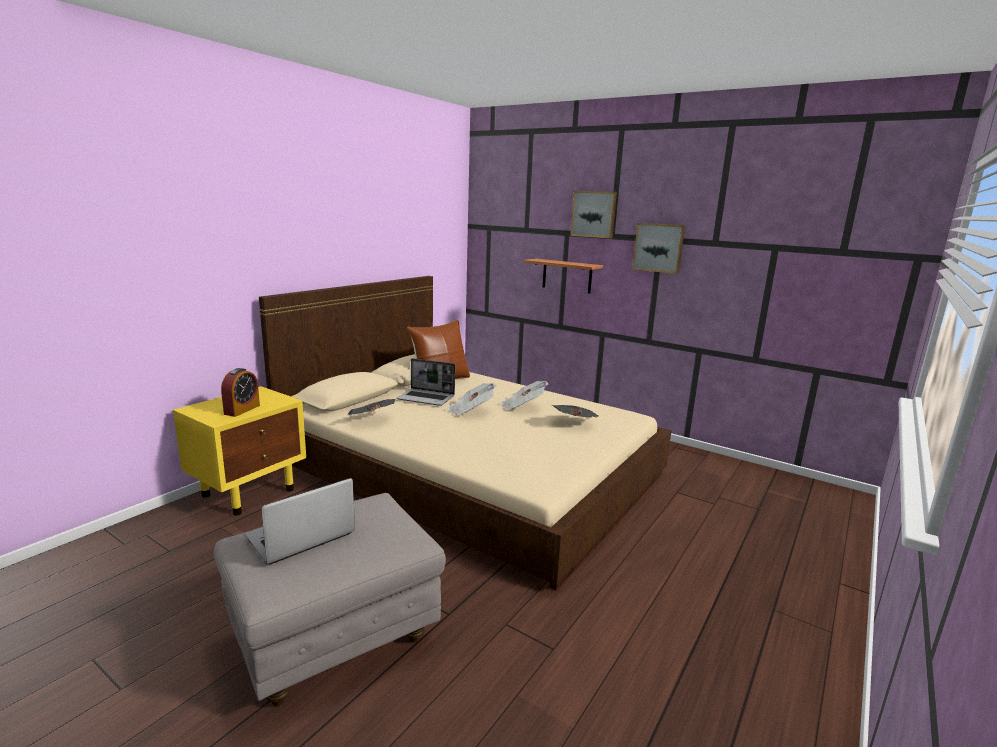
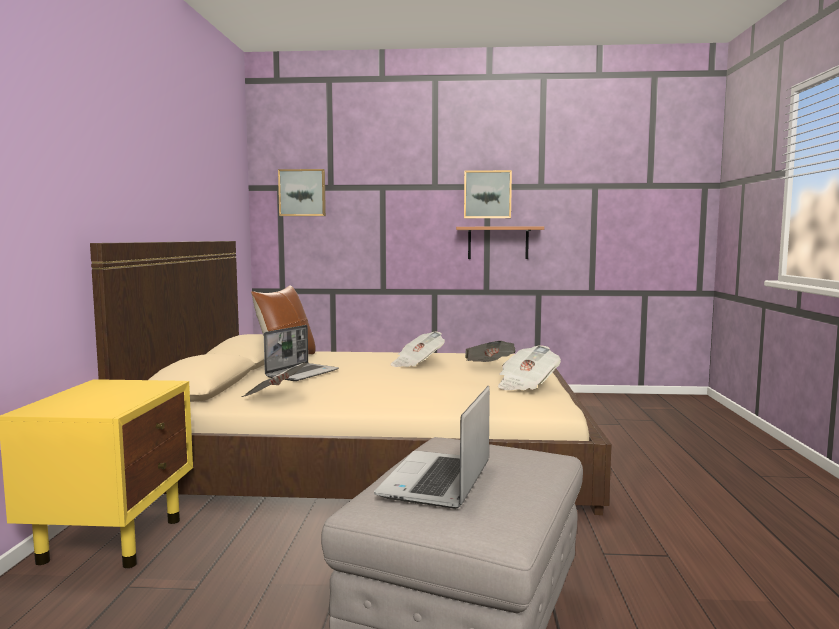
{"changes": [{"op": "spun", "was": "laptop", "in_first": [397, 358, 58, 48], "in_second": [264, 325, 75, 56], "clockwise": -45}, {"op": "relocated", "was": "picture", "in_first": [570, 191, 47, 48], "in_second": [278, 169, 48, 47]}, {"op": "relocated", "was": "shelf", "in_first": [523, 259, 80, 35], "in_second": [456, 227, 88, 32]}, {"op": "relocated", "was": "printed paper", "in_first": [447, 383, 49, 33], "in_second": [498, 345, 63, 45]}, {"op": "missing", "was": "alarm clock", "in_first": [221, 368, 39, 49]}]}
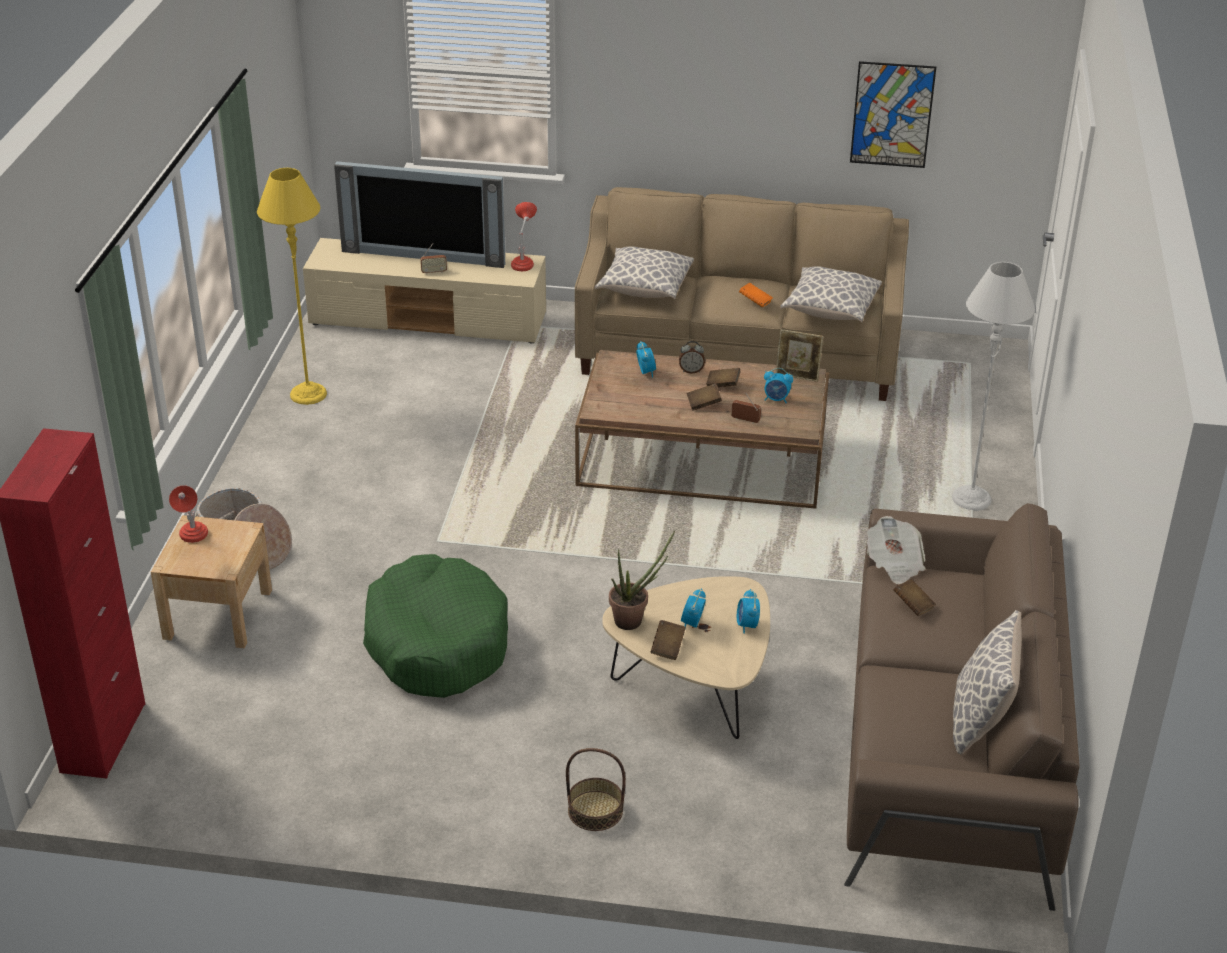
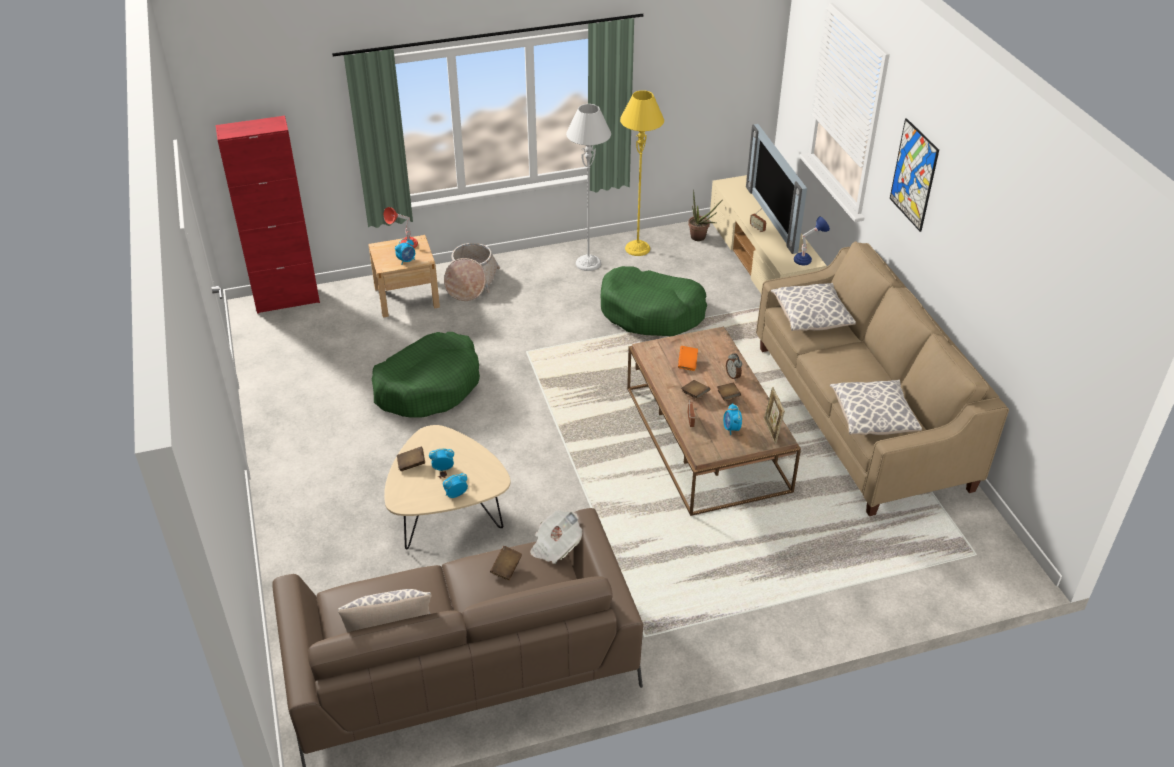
{"changes": [{"op": "relocated", "was": "alarm clock", "in_first": [636, 341, 20, 37], "in_second": [395, 239, 20, 26]}, {"op": "relocated", "was": "floor lamp (greyish)", "in_first": [952, 262, 83, 249], "in_second": [566, 104, 45, 167]}, {"op": "appeared", "now": "dog cushion (green)", "in_second": [600, 266, 107, 70]}, {"op": "relocated", "was": "volume (orange-coloured)", "in_first": [739, 283, 34, 24], "in_second": [678, 346, 20, 25]}, {"op": "relocated", "was": "potted plant", "in_first": [609, 530, 66, 100], "in_second": [688, 189, 34, 52]}, {"op": "colour", "was": "table lamp (reddish)", "now": "table lamp (bluish)", "in_first": [511, 202, 26, 69], "in_second": [794, 216, 36, 49]}, {"op": "relocated", "was": "picture", "in_first": [850, 61, 86, 107], "in_second": [890, 118, 49, 114]}, {"op": "missing", "was": "storage basket", "in_first": [566, 748, 60, 83]}]}
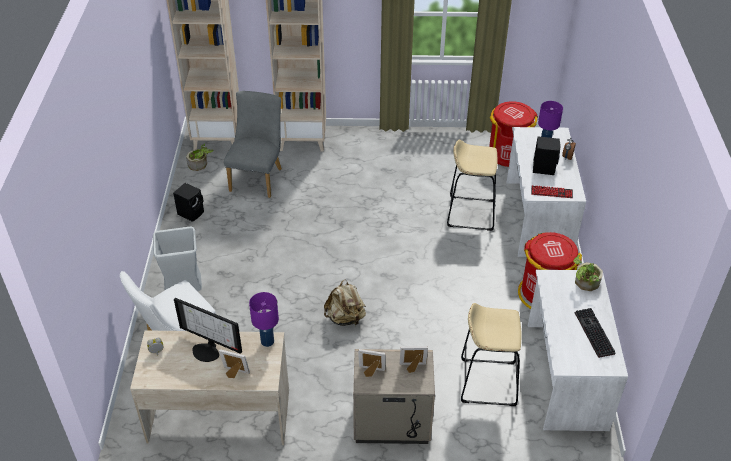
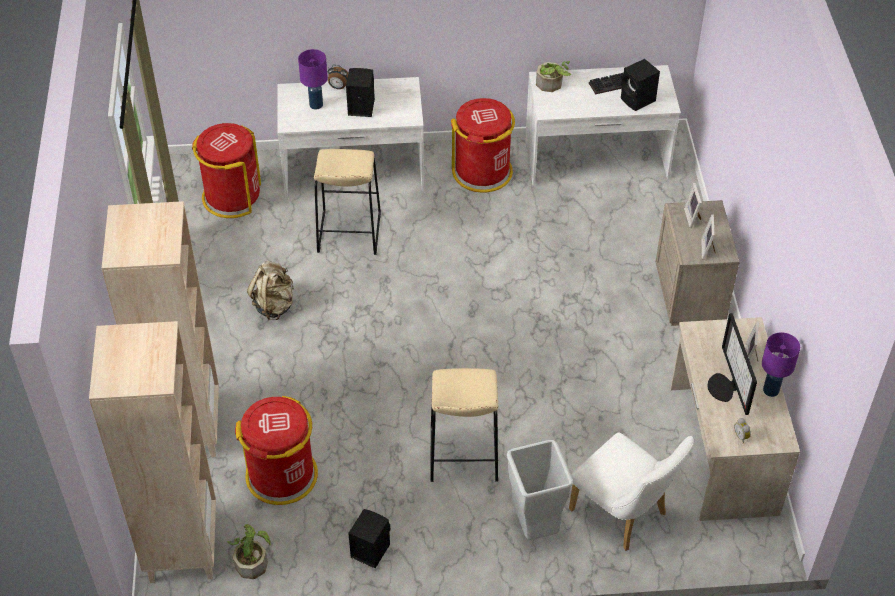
{"changes": [{"op": "exchanged", "was": "plain chair (greyish)", "now": "waste bin (reddish)", "in_first": [224, 91, 58, 107], "in_second": [235, 396, 83, 109]}, {"op": "relocated", "was": "backpack (beige)", "in_first": [324, 279, 42, 47], "in_second": [247, 261, 46, 59]}, {"op": "relocated", "was": "stool (beige)", "in_first": [461, 303, 60, 103], "in_second": [430, 368, 68, 114]}, {"op": "appeared", "now": "speaker (black-coloured)", "in_second": [621, 59, 39, 52]}, {"op": "spun", "was": "computer display", "in_first": [174, 298, 68, 64], "in_second": [707, 313, 50, 102], "clockwise": 150}, {"op": "relocated", "was": "table lamp (purple-coloured)", "in_first": [249, 292, 30, 55], "in_second": [762, 332, 38, 65]}, {"op": "missing", "was": "PC keyboard", "in_first": [531, 185, 42, 13]}]}
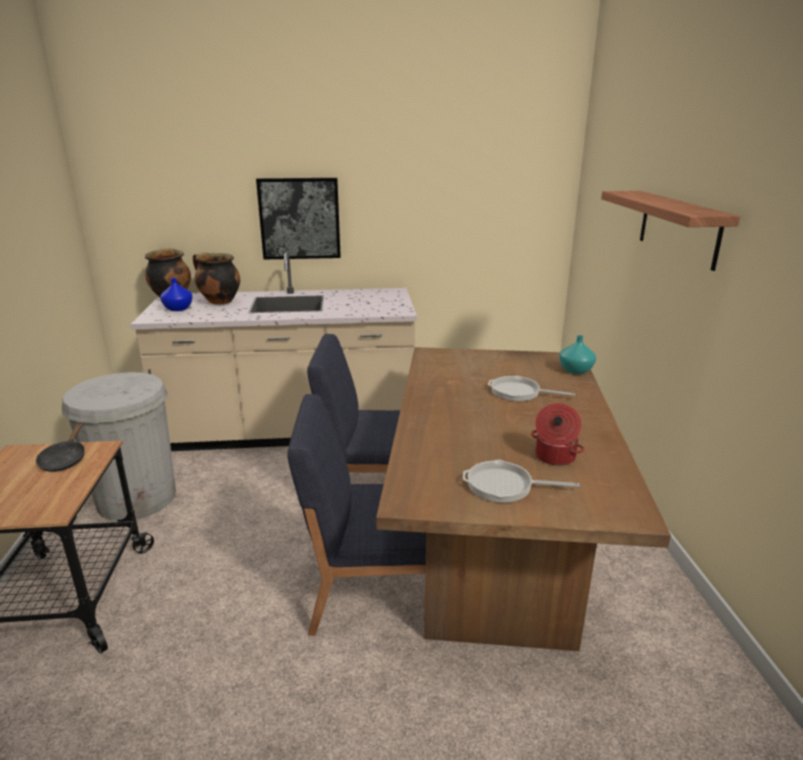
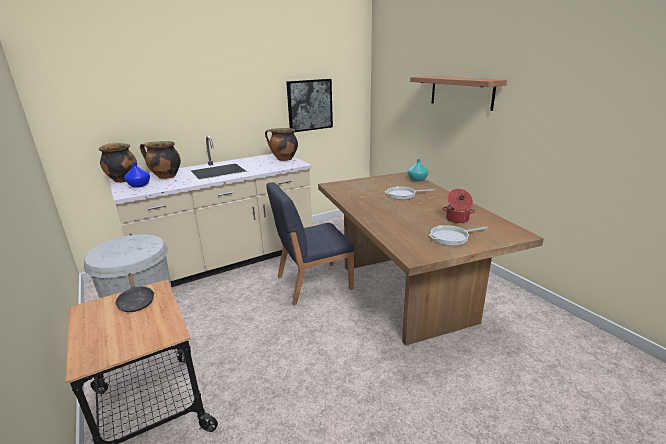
{"changes": [{"op": "appeared", "now": "saucepot", "in_second": [265, 128, 33, 33]}, {"op": "relocated", "was": "picture", "in_first": [256, 178, 85, 81], "in_second": [286, 79, 47, 53]}, {"op": "missing", "was": "plain chair (bluish)", "in_first": [287, 394, 139, 242]}]}
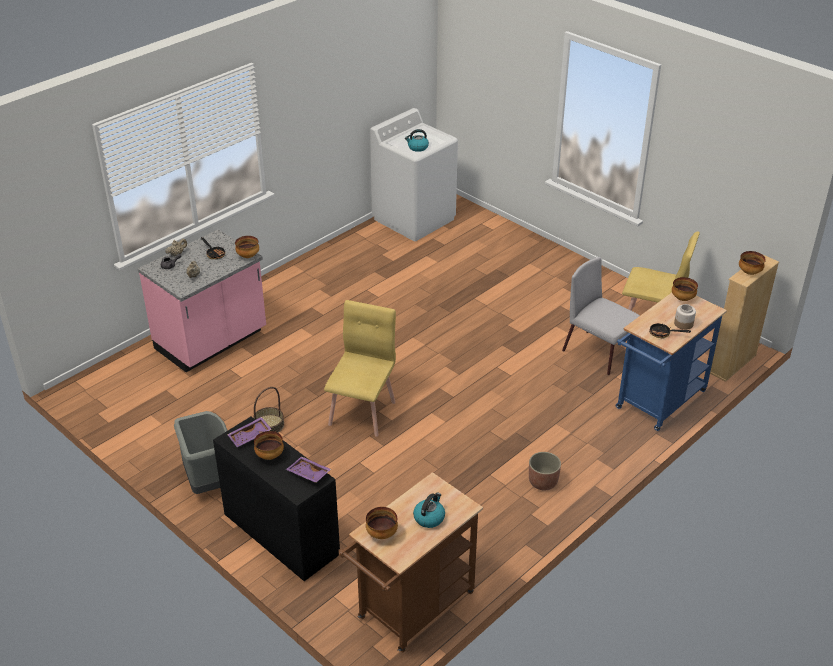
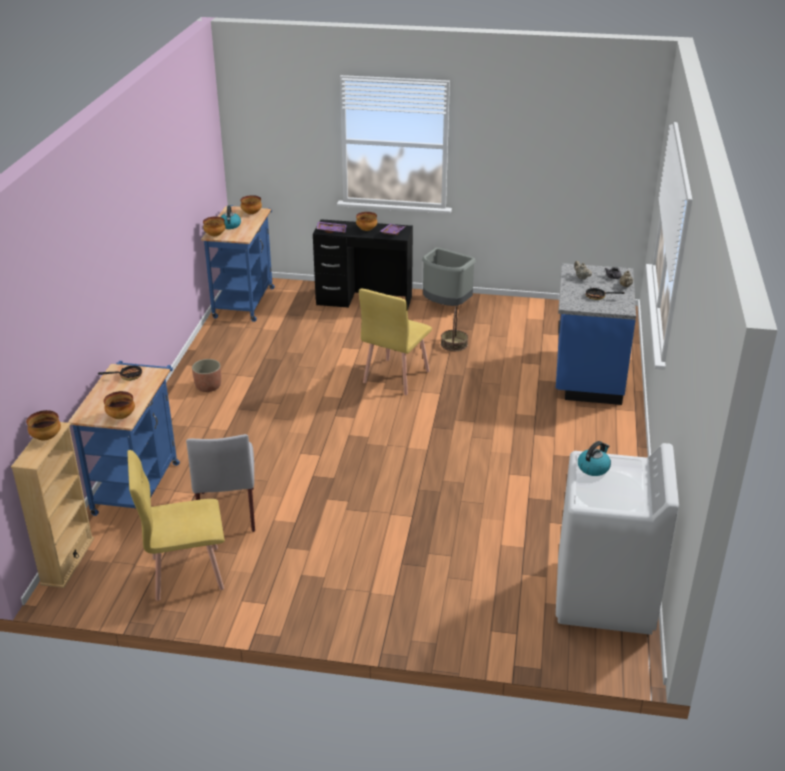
{"changes": [{"op": "spun", "was": "plain chair (greyish)", "in_first": [562, 257, 78, 118], "in_second": [186, 434, 69, 98], "clockwise": 75}, {"op": "colour", "was": "trolley (brown-coloured)", "now": "trolley (bluish)", "in_first": [339, 472, 144, 180], "in_second": [201, 205, 74, 117]}, {"op": "relocated", "was": "serving bowl", "in_first": [235, 236, 24, 22], "in_second": [203, 217, 22, 19]}, {"op": "spun", "was": "plain chair (yellow)", "in_first": [324, 300, 72, 137], "in_second": [359, 289, 73, 106], "clockwise": 45}, {"op": "colour", "was": "kitchen base unit (pinkish)", "now": "kitchen base unit (bluish)", "in_first": [137, 229, 129, 143], "in_second": [556, 263, 80, 142]}, {"op": "missing", "was": "preserve jar", "in_first": [674, 304, 22, 26]}]}
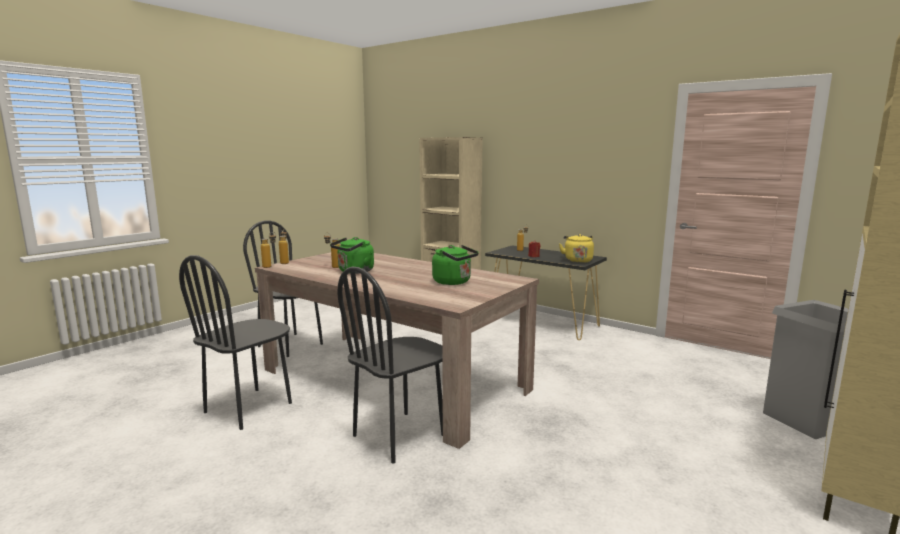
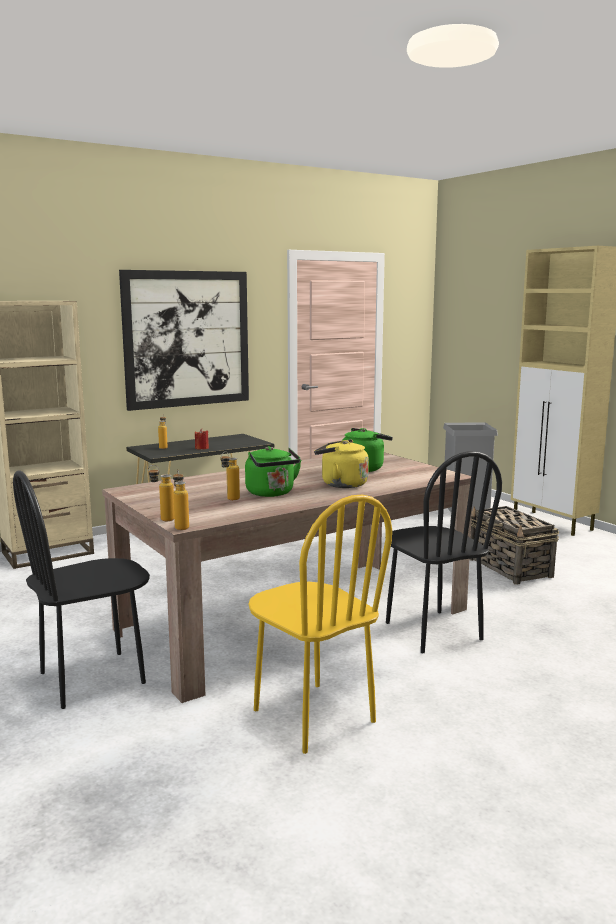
{"changes": [{"op": "appeared", "now": "picture", "in_second": [119, 270, 130, 141]}, {"op": "colour", "was": "plain chair (black-coloured)", "now": "plain chair (yellow)", "in_first": [179, 255, 113, 175], "in_second": [249, 495, 143, 259]}, {"op": "relocated", "was": "water kettle (yellow)", "in_first": [559, 234, 35, 29], "in_second": [314, 439, 55, 49]}, {"op": "appeared", "now": "storage basket", "in_second": [469, 505, 90, 79]}]}
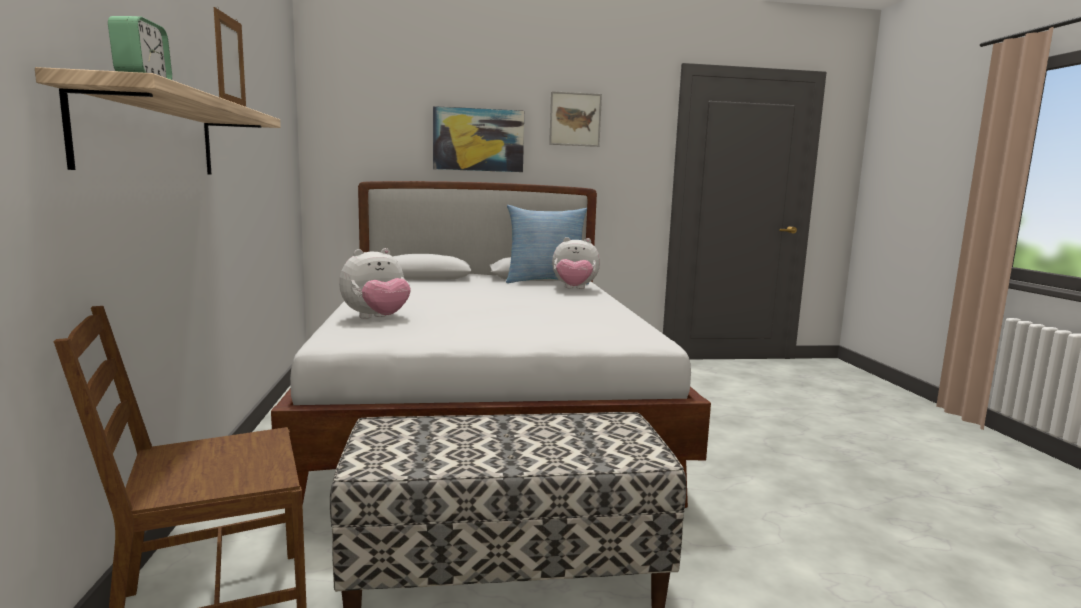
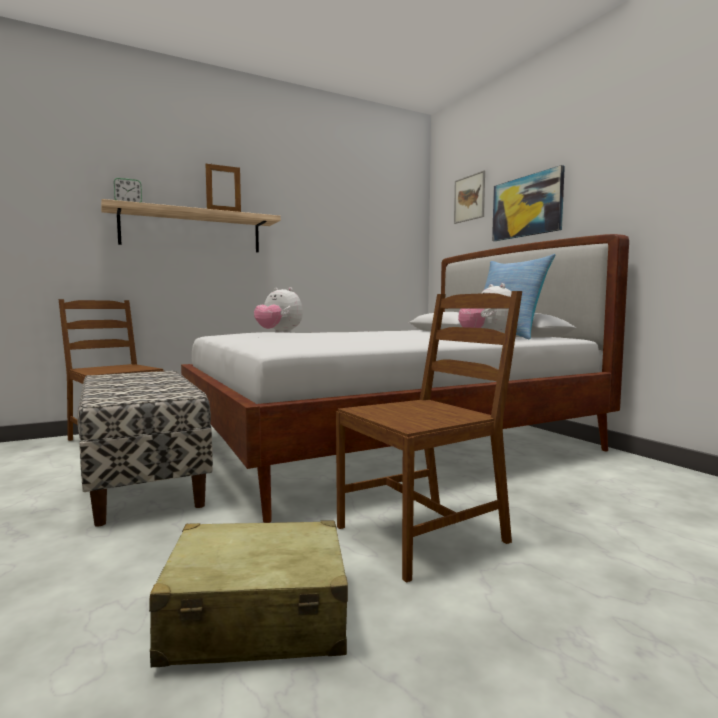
{"changes": [{"op": "appeared", "now": "travel case (beige)", "in_second": [149, 521, 199, 147]}, {"op": "appeared", "now": "plain chair (brown-coloured)", "in_second": [336, 291, 186, 292]}, {"op": "relocated", "was": "picture", "in_first": [549, 91, 53, 56], "in_second": [454, 171, 31, 53]}]}
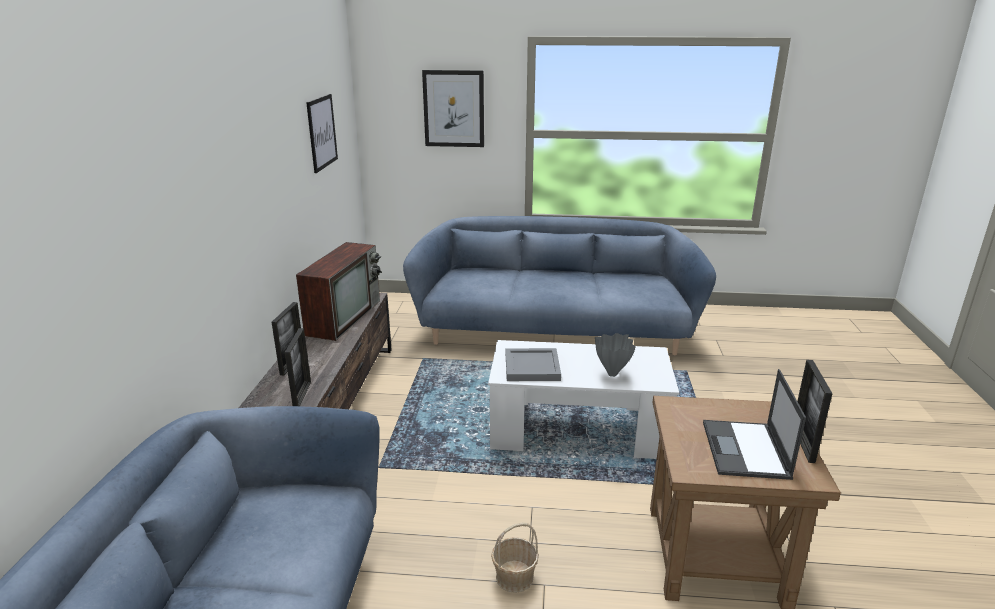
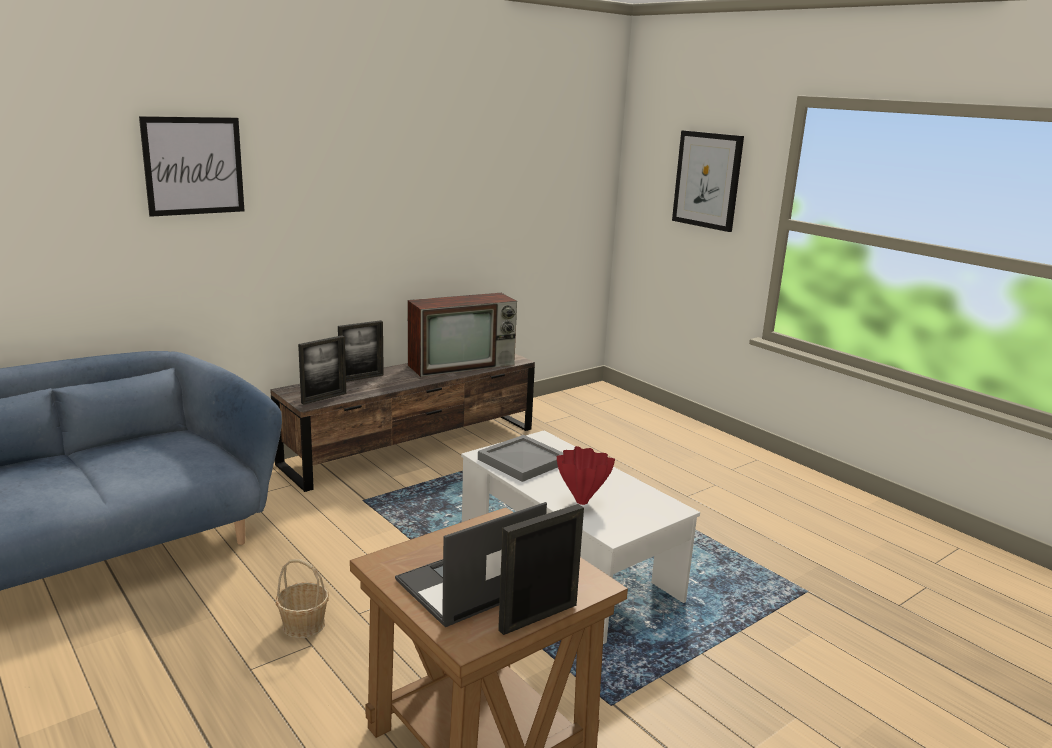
{"changes": [{"op": "relocated", "was": "picture", "in_first": [306, 94, 32, 79], "in_second": [139, 116, 105, 101]}, {"op": "colour", "was": "flower vase (greyish)", "now": "flower vase (reddish)", "in_first": [595, 333, 41, 44], "in_second": [557, 446, 58, 59]}, {"op": "missing", "was": "settee (bluish)", "in_first": [403, 216, 313, 139]}]}
